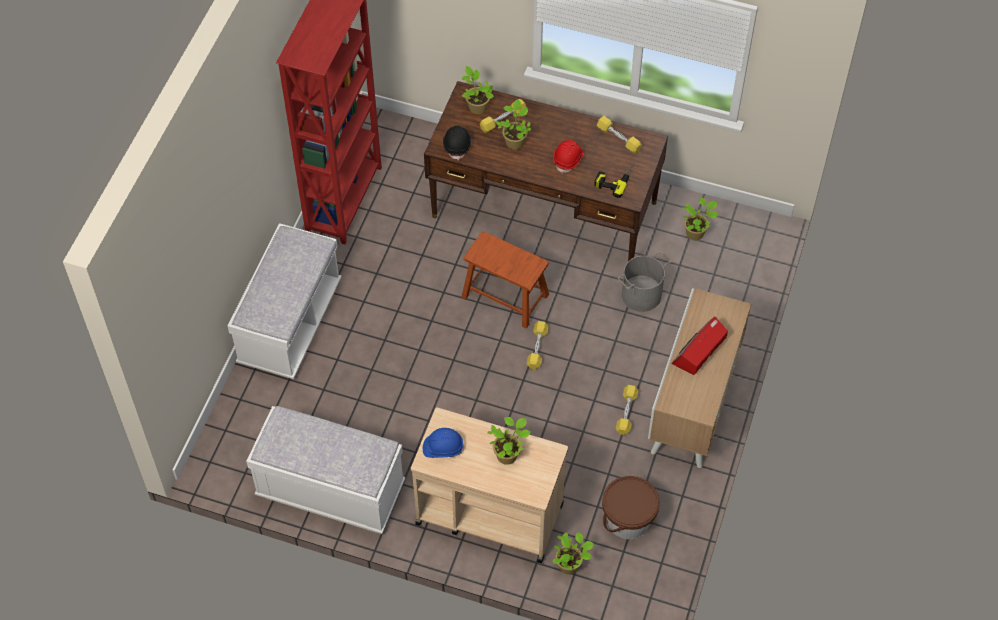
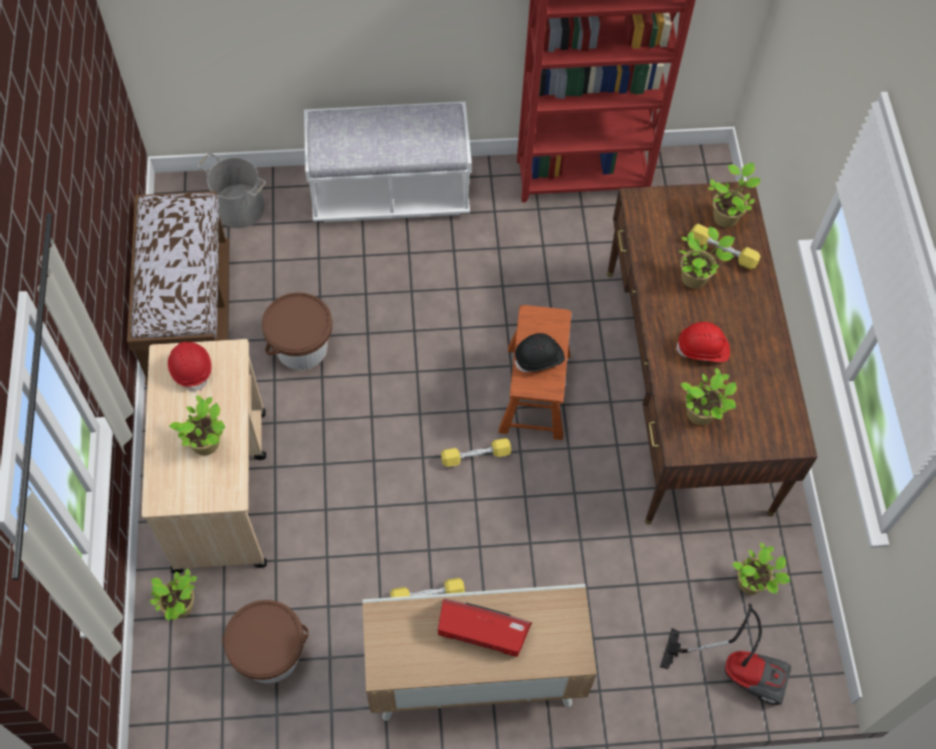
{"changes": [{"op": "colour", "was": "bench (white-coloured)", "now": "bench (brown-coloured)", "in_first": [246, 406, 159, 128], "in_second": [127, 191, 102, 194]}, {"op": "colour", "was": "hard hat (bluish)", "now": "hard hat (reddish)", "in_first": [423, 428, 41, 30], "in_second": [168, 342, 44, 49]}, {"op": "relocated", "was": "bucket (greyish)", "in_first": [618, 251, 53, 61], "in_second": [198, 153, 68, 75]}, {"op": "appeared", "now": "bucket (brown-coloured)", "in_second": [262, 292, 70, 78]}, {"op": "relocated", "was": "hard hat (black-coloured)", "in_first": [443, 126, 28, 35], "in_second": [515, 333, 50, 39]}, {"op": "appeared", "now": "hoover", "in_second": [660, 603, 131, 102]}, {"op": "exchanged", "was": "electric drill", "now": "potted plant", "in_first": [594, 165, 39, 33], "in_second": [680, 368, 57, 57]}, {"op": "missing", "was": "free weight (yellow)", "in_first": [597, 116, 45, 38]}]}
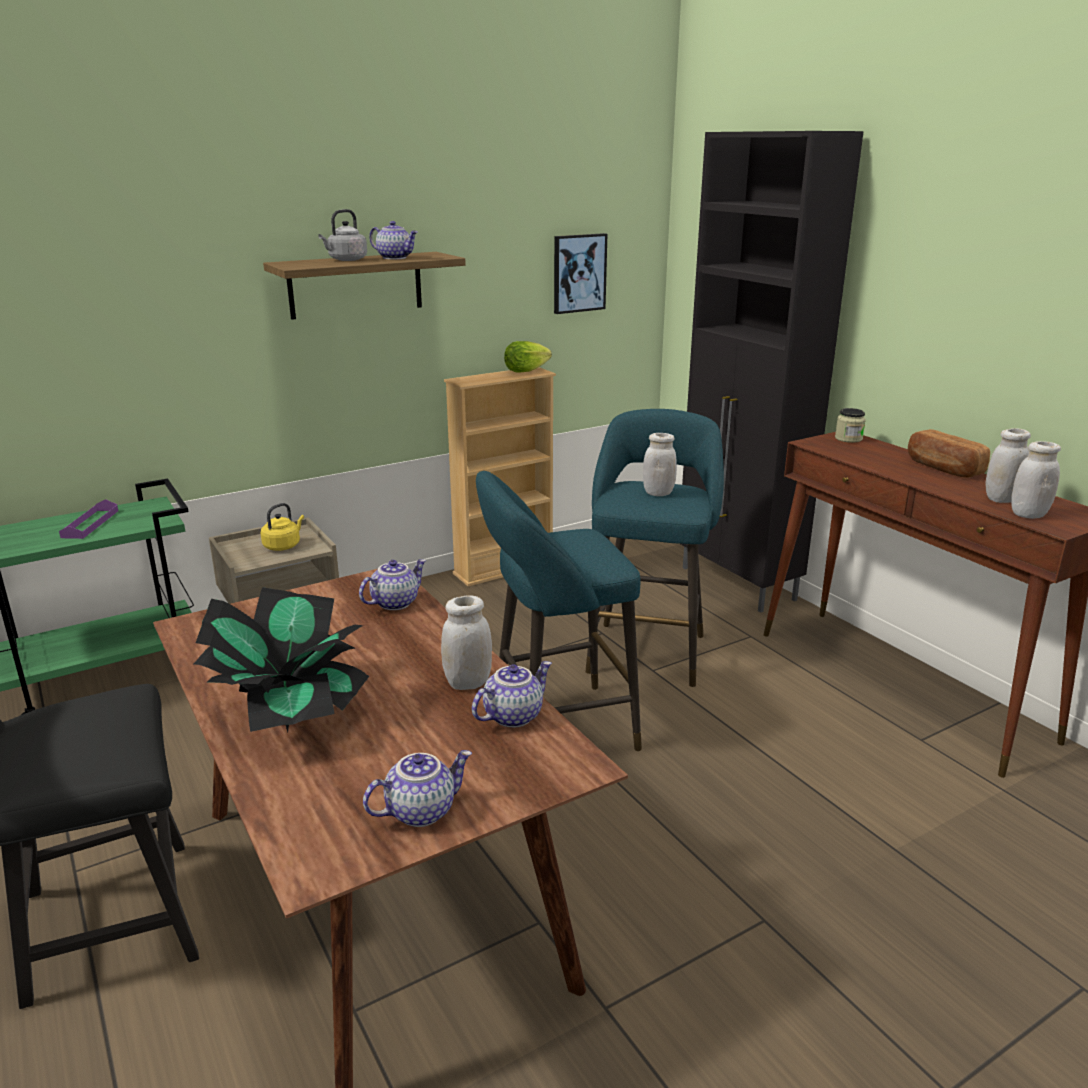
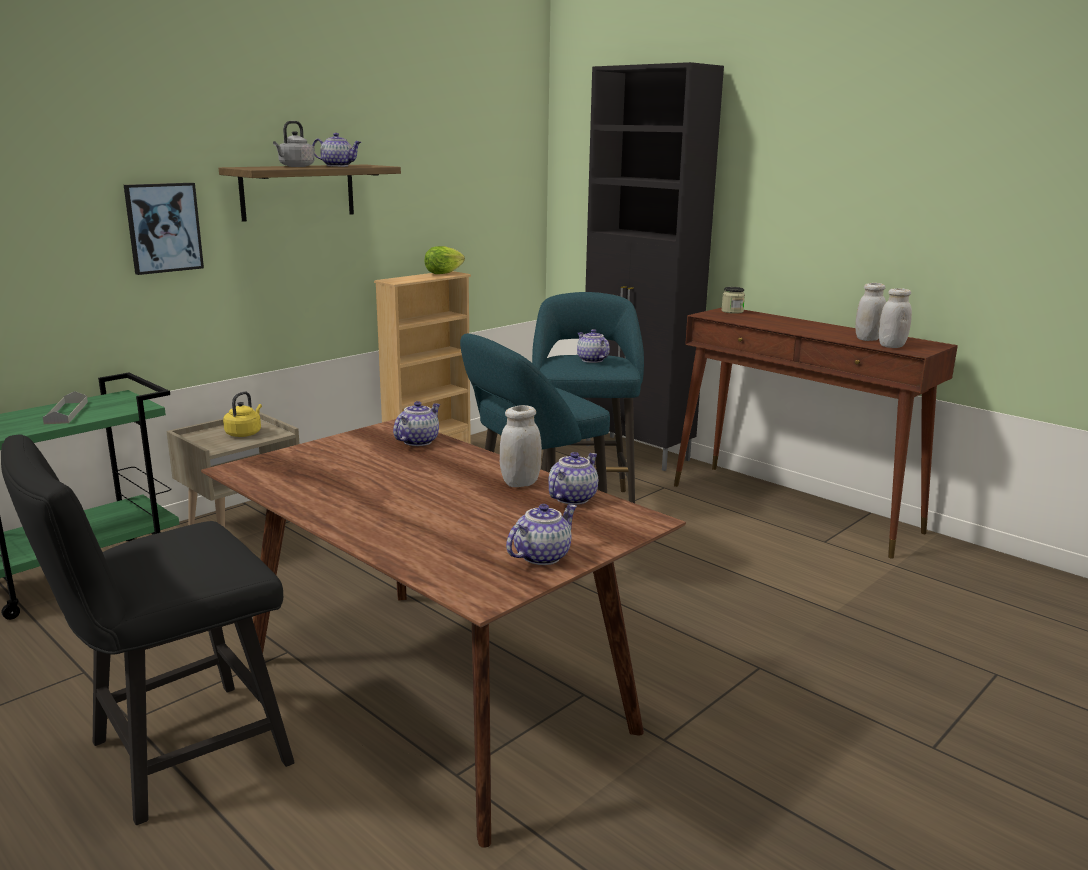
{"changes": [{"op": "colour", "was": "serving tray (purple-coloured)", "now": "serving tray (greyish)", "in_first": [59, 499, 59, 40], "in_second": [43, 391, 45, 33]}, {"op": "relocated", "was": "picture", "in_first": [554, 233, 53, 81], "in_second": [124, 183, 80, 92]}, {"op": "exchanged", "was": "preserve jar (white-coloured)", "now": "teapot", "in_first": [643, 433, 34, 63], "in_second": [577, 329, 33, 34]}, {"op": "missing", "was": "potted plant", "in_first": [194, 587, 175, 146]}, {"op": "missing", "was": "bakery bread", "in_first": [908, 429, 82, 49]}]}
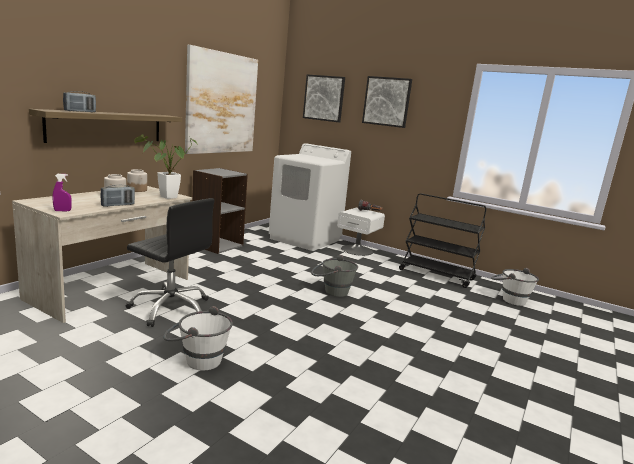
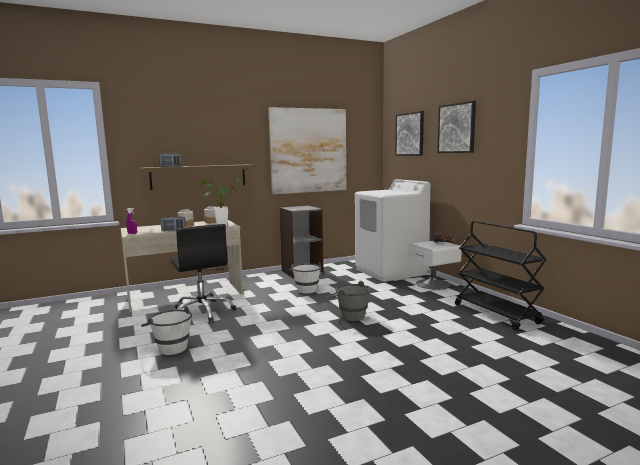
{"changes": [{"op": "relocated", "was": "bucket (white-coloured)", "in_first": [491, 268, 48, 38], "in_second": [289, 262, 33, 32]}]}
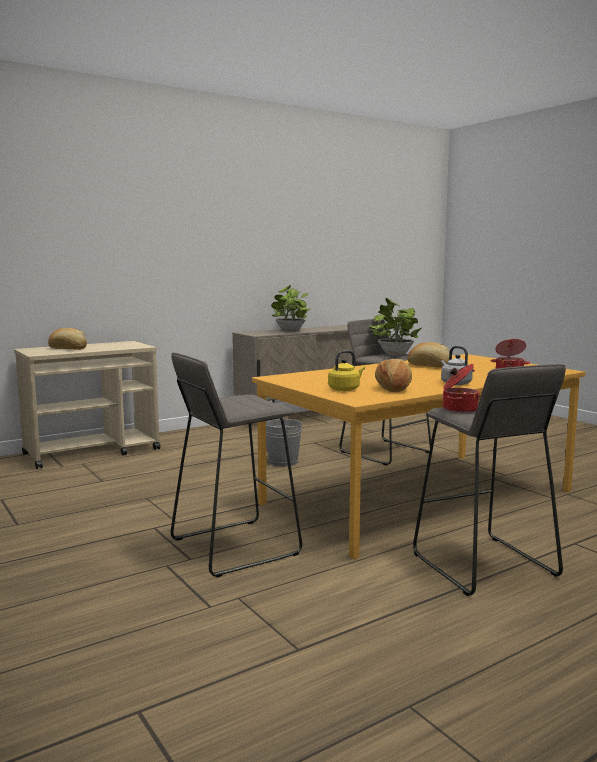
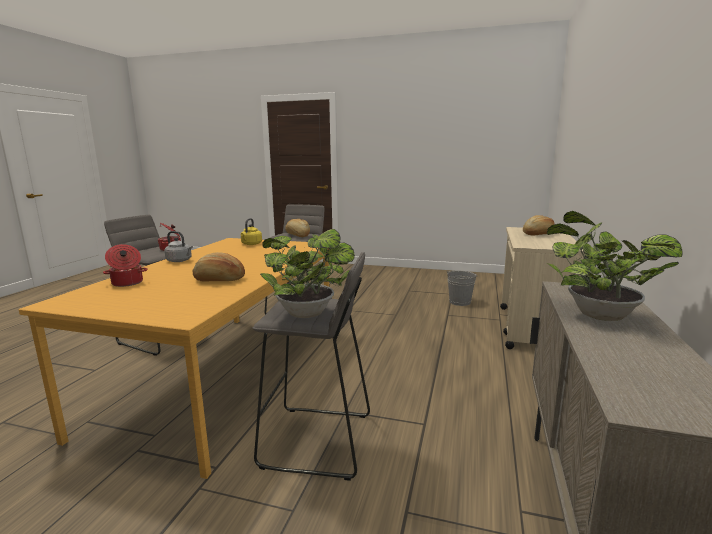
{"changes": [{"op": "relocated", "was": "bakery bread", "in_first": [375, 359, 37, 33], "in_second": [285, 219, 25, 18]}, {"op": "relocated", "was": "bucket (greyish)", "in_first": [266, 419, 36, 48], "in_second": [447, 271, 30, 35]}]}
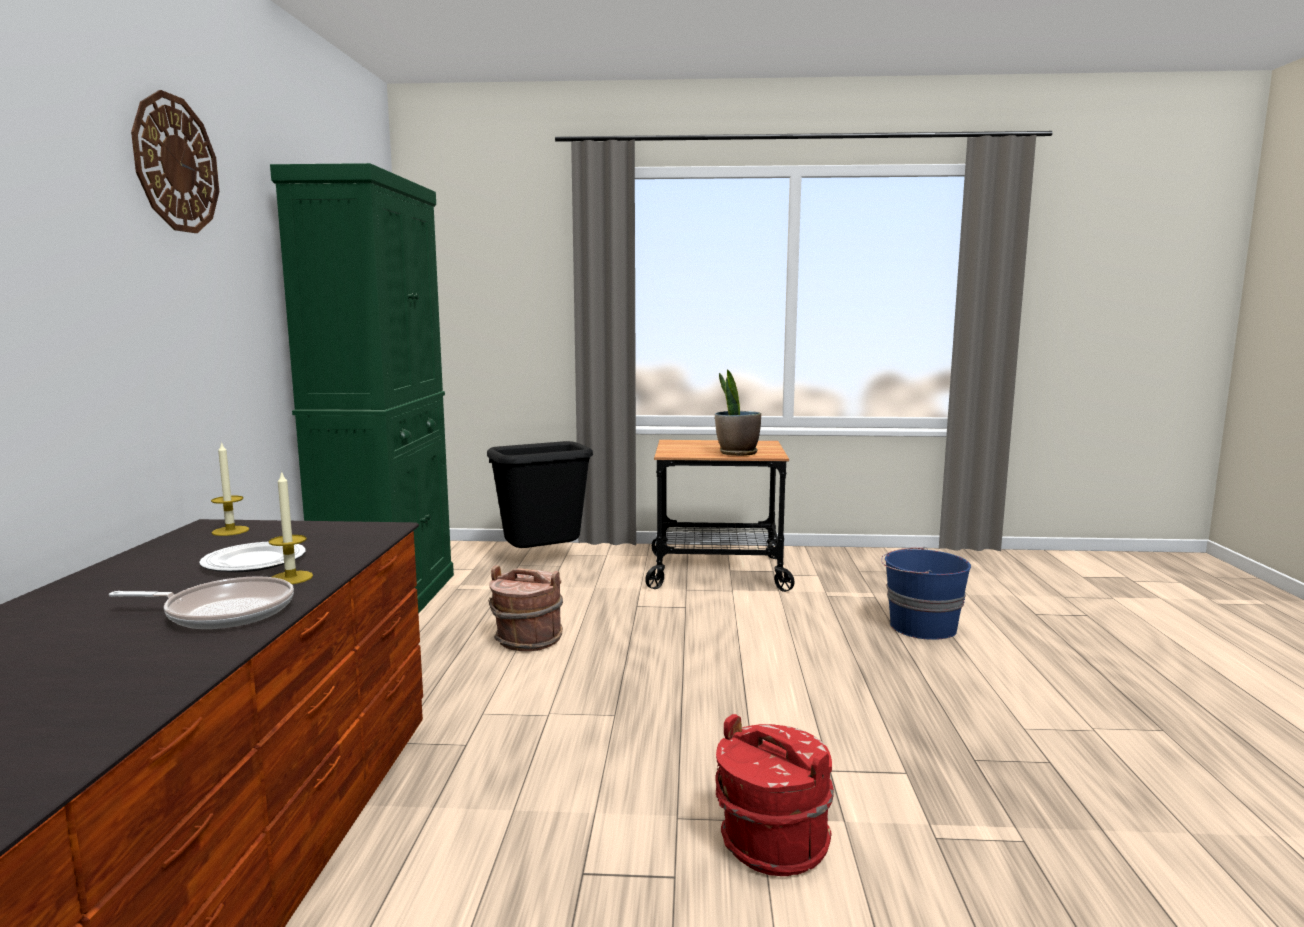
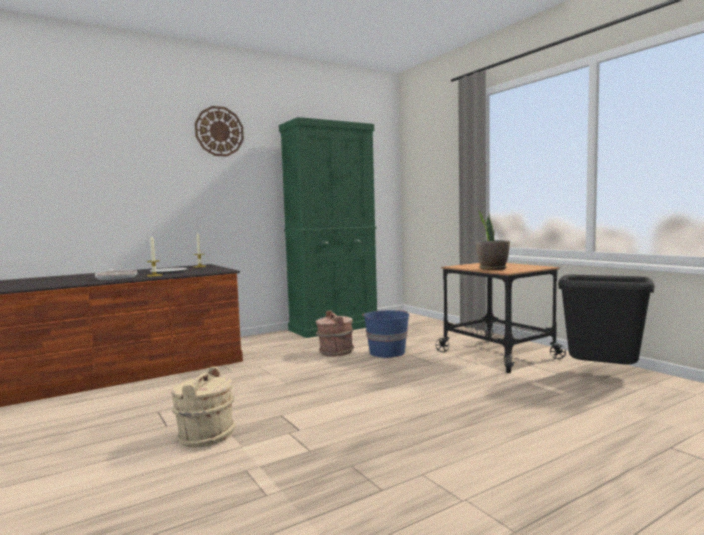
{"changes": [{"op": "colour", "was": "bucket (reddish)", "now": "bucket (beige)", "in_first": [715, 714, 119, 162], "in_second": [171, 366, 64, 82]}, {"op": "relocated", "was": "bucket (bluish)", "in_first": [881, 547, 90, 93], "in_second": [362, 310, 47, 48]}, {"op": "relocated", "was": "waste bin (black-coloured)", "in_first": [487, 441, 106, 107], "in_second": [558, 275, 97, 89]}]}
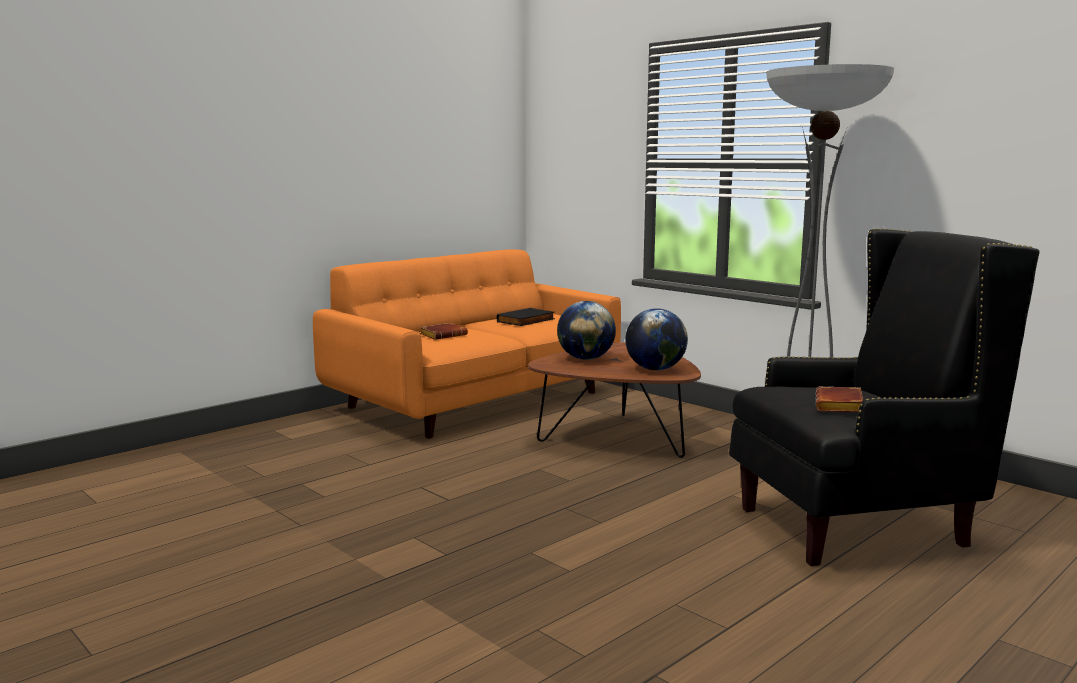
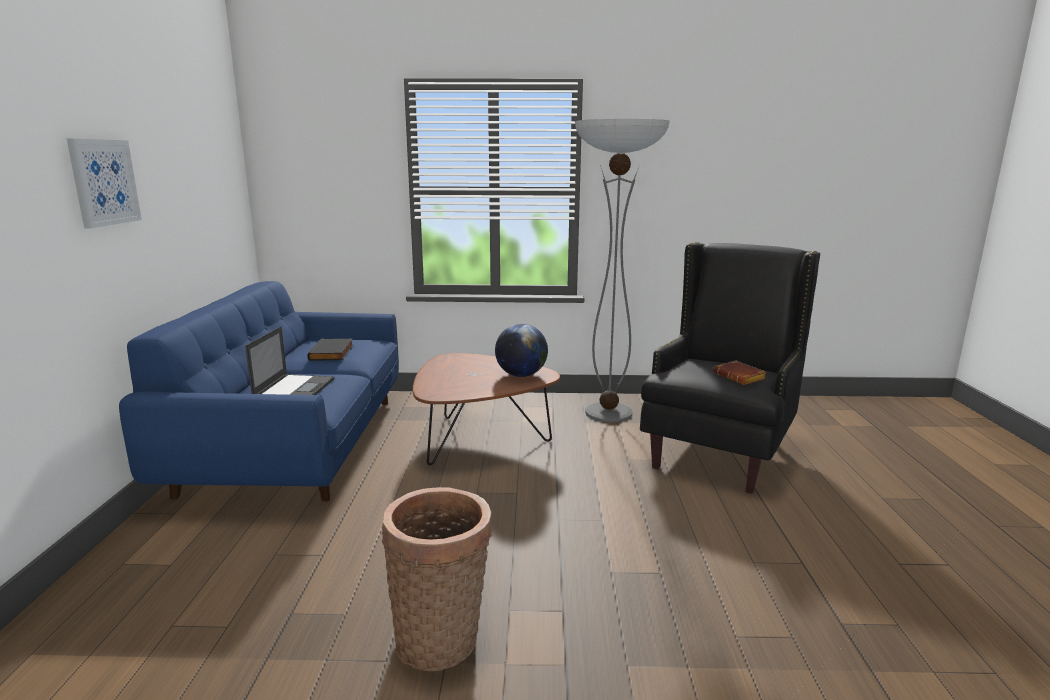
{"changes": [{"op": "appeared", "now": "picture", "in_second": [67, 139, 75, 89]}, {"op": "colour", "was": "settee (orange-coloured)", "now": "settee (bluish)", "in_first": [313, 249, 308, 190], "in_second": [119, 281, 280, 220]}, {"op": "exchanged", "was": "volume (brown-coloured)", "now": "laptop", "in_first": [420, 323, 48, 17], "in_second": [245, 326, 89, 69]}, {"op": "appeared", "now": "storage basket", "in_second": [382, 487, 111, 184]}, {"op": "missing", "was": "globe", "in_first": [557, 301, 59, 59]}]}
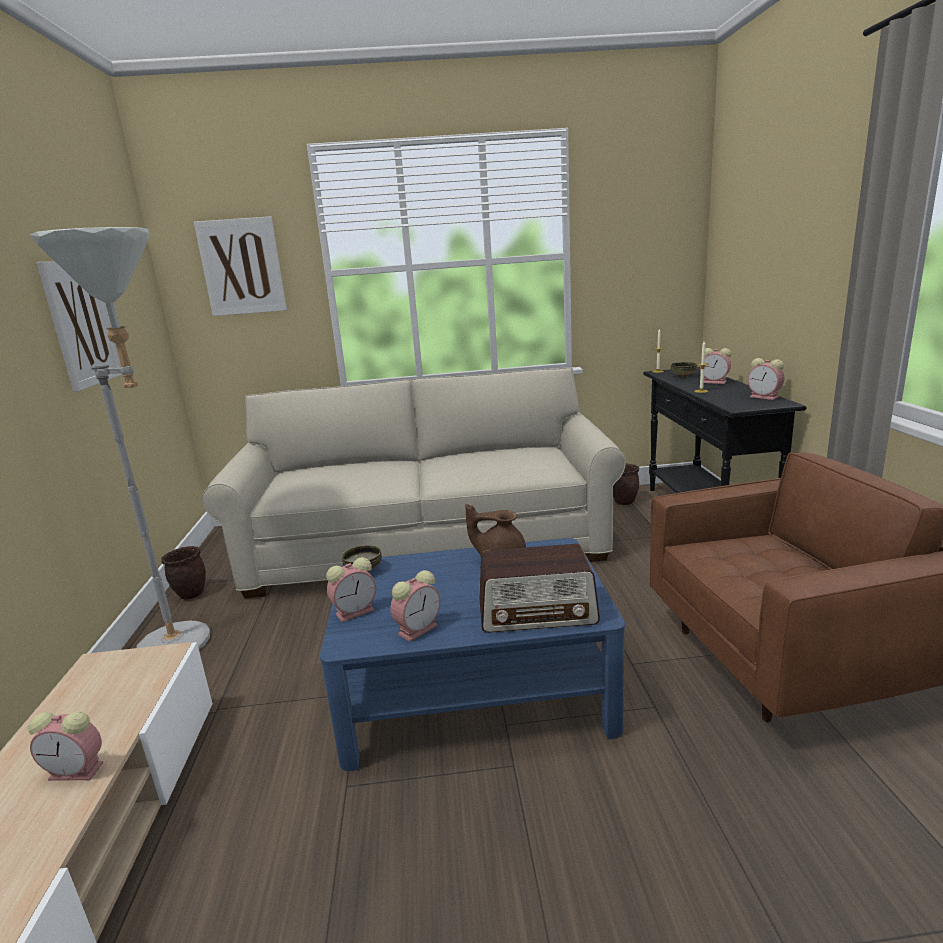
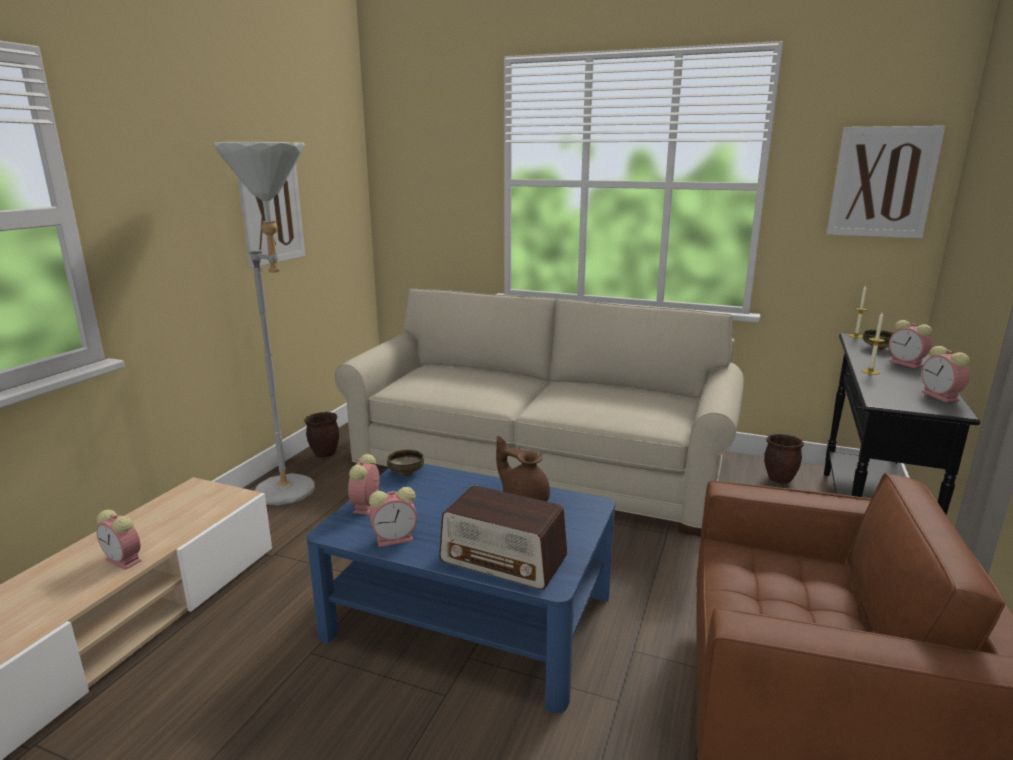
{"changes": [{"op": "spun", "was": "alarm clock", "in_first": [326, 557, 50, 65], "in_second": [348, 454, 32, 61], "clockwise": 105}, {"op": "relocated", "was": "picture", "in_first": [194, 216, 93, 100], "in_second": [827, 126, 118, 112]}]}
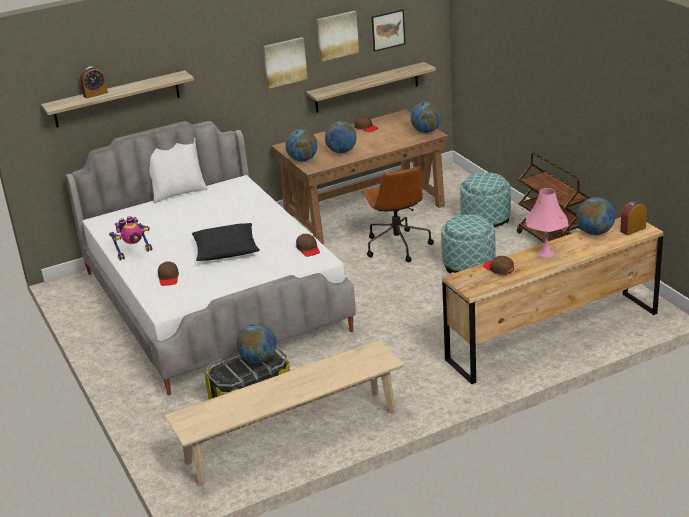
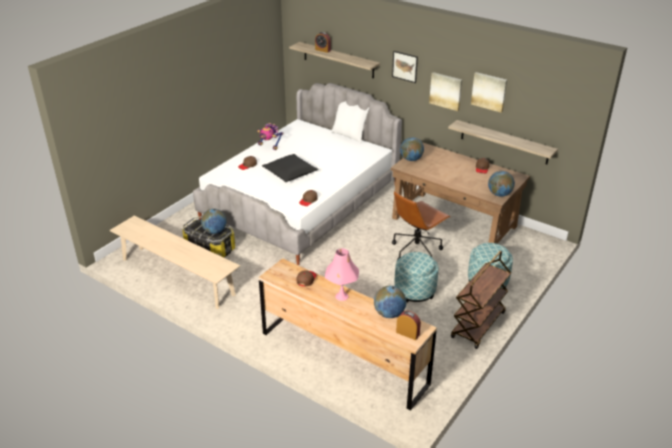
{"changes": [{"op": "relocated", "was": "picture", "in_first": [372, 9, 33, 43], "in_second": [392, 51, 26, 32]}, {"op": "missing", "was": "globe", "in_first": [325, 121, 32, 32]}]}
